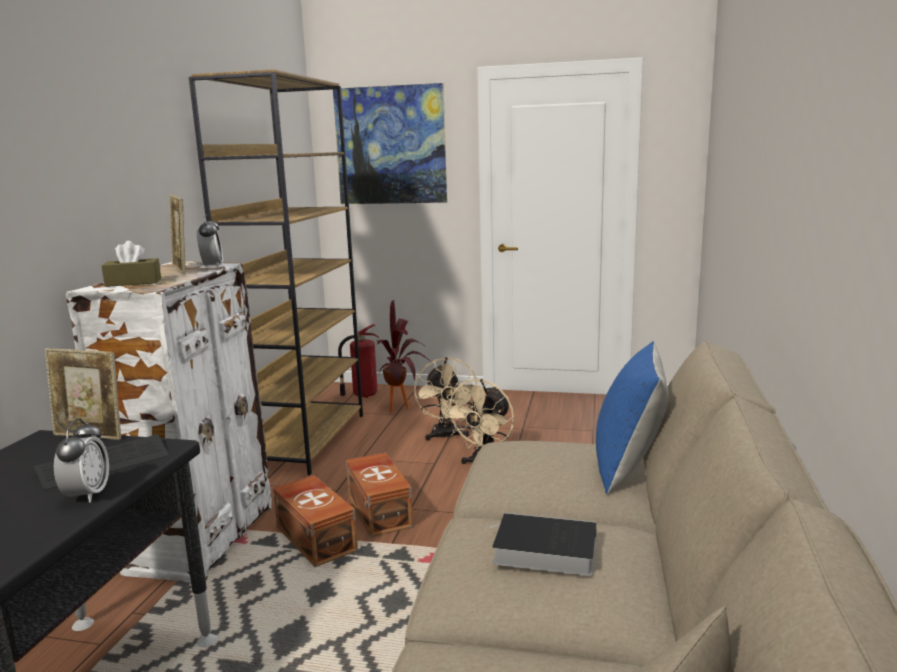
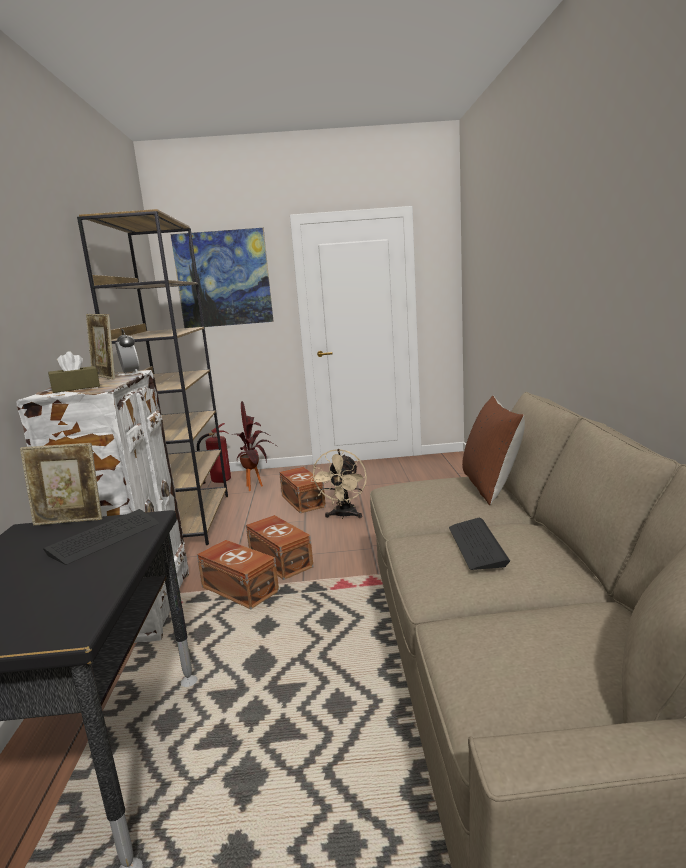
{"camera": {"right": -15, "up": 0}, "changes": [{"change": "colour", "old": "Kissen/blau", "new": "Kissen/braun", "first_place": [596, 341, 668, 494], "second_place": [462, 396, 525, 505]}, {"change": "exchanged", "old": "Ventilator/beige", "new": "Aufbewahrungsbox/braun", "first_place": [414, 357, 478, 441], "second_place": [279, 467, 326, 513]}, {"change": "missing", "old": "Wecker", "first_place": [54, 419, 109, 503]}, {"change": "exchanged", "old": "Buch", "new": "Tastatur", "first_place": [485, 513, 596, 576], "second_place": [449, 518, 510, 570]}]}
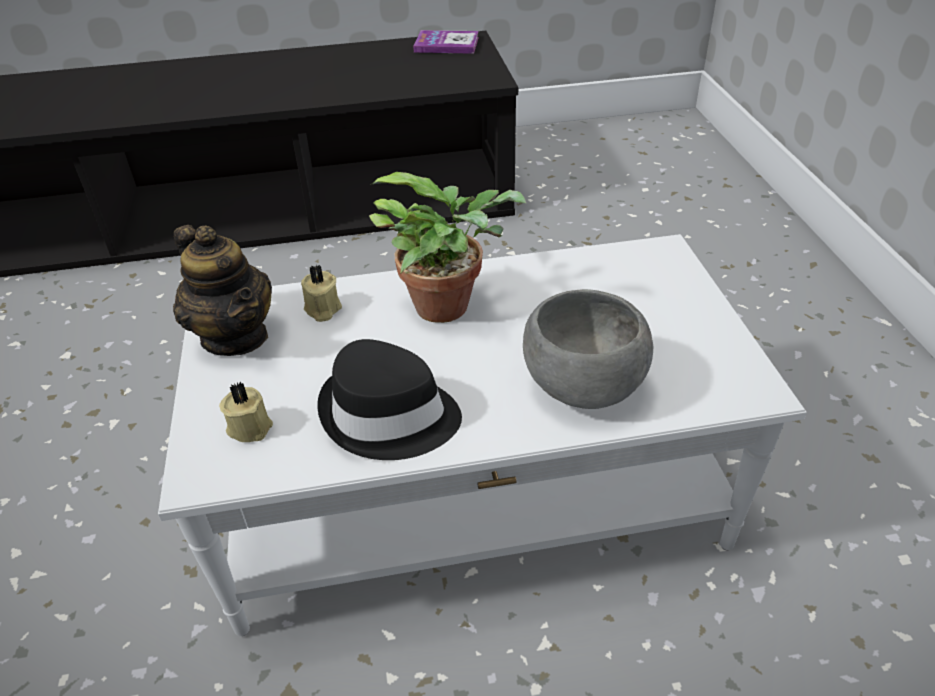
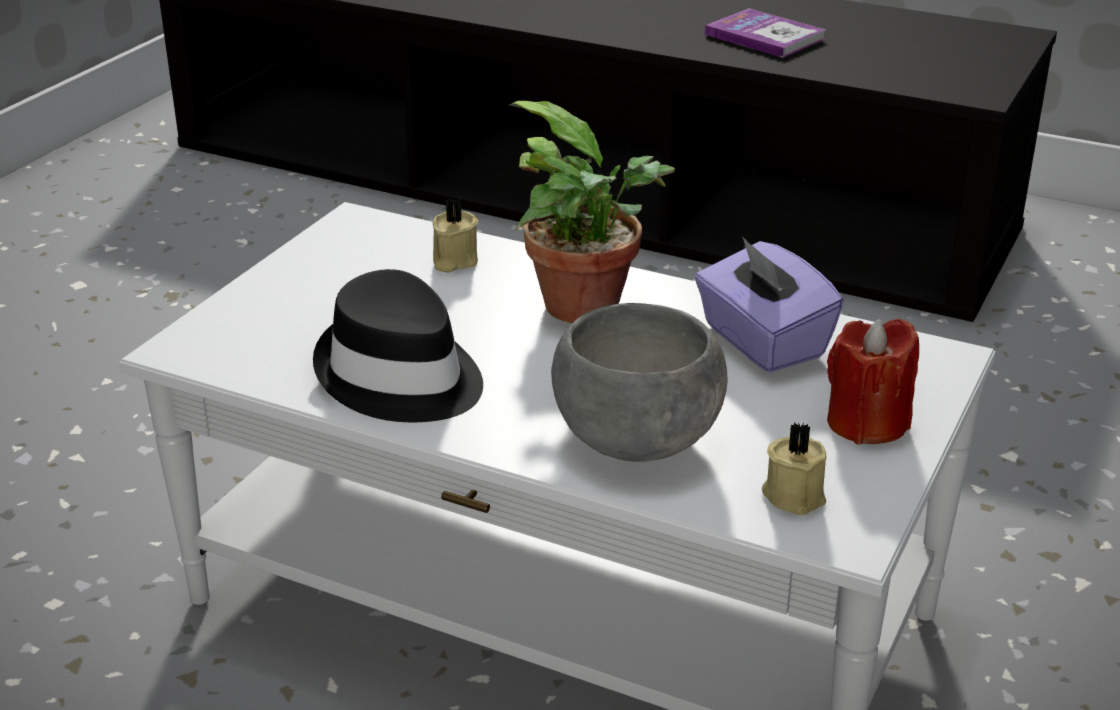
{"camera": {"right": 35, "up": -10}, "changes": [{"change": "relocated", "old": "Buch", "first_place": [413, 30, 479, 54], "second_place": [705, 8, 826, 58]}, {"change": "missing", "old": "Teekanne", "first_place": [173, 225, 272, 356]}, {"change": "relocated", "old": "Kerze/beige", "first_place": [219, 382, 273, 442], "second_place": [762, 423, 826, 515]}, {"change": "appeared", "new": "Taschentuchbox/lila", "second_place": [695, 236, 844, 373]}, {"change": "appeared", "new": "Kerze/rot", "second_place": [827, 319, 919, 445]}]}
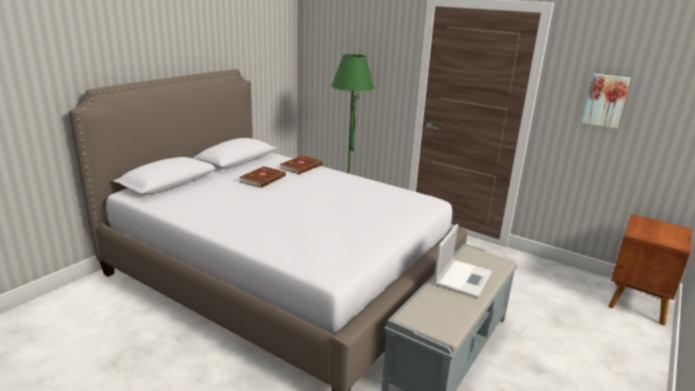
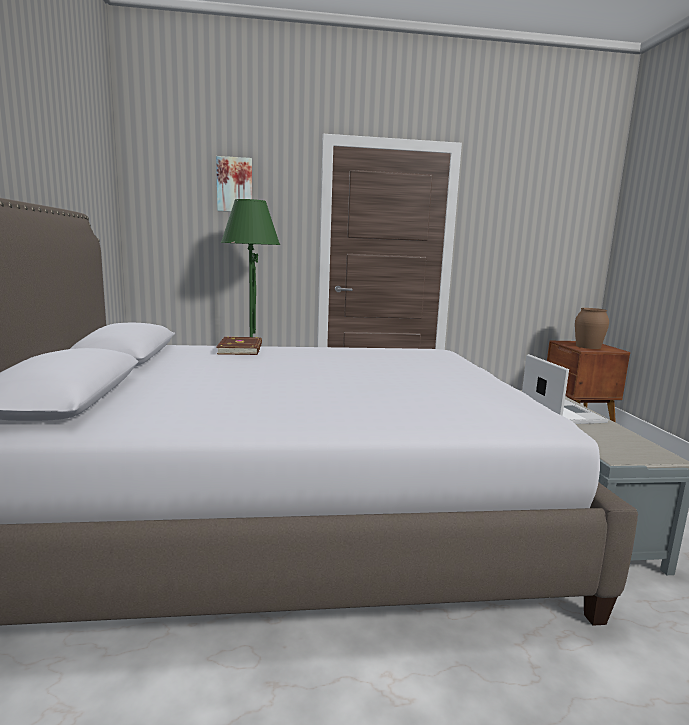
{"camera": {"right": -40, "up": -10}, "changes": [{"change": "relocated", "old": "Bild", "first_place": [582, 74, 631, 129], "second_place": [216, 156, 252, 212]}, {"change": "missing", "old": "Buch/braun", "first_place": [239, 166, 286, 188]}, {"change": "appeared", "new": "Vase/braun", "second_place": [575, 308, 609, 349]}]}
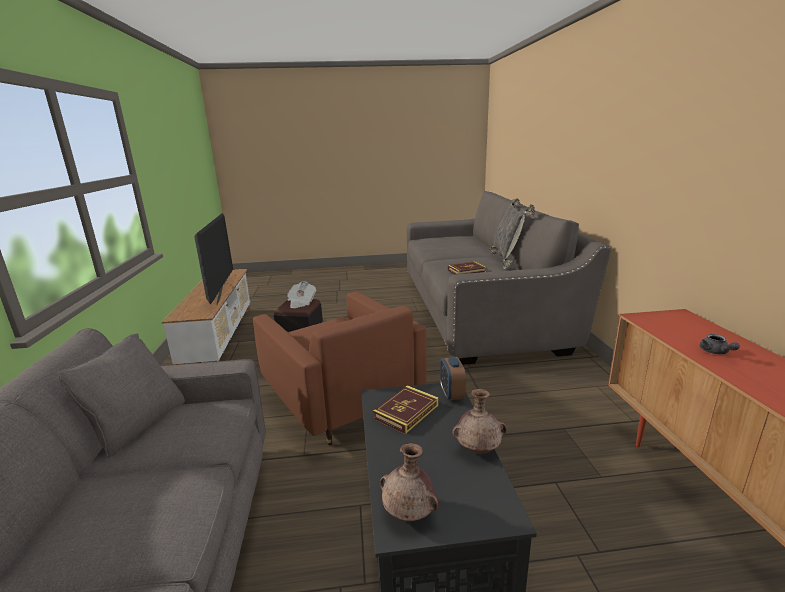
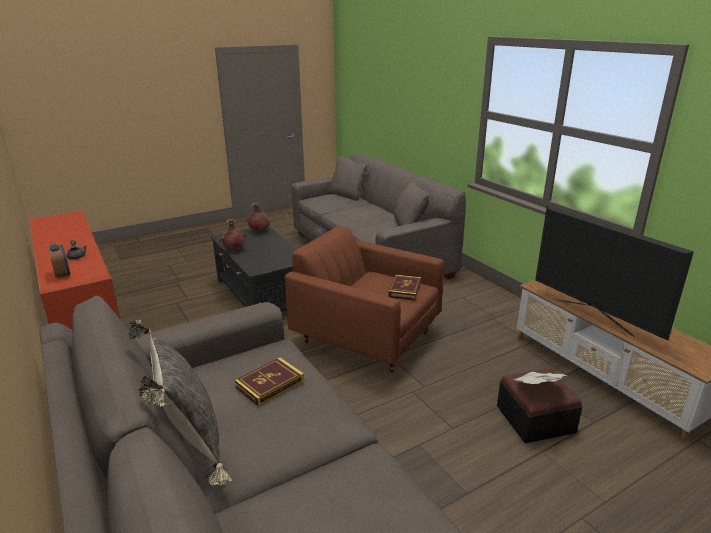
{"camera": {"right": 155, "up": 5}, "changes": [{"change": "relocated", "old": "Wecker", "first_place": [440, 356, 466, 400], "second_place": [47, 244, 70, 278]}, {"change": "relocated", "old": "Buch", "first_place": [373, 385, 439, 434], "second_place": [388, 275, 421, 300]}]}
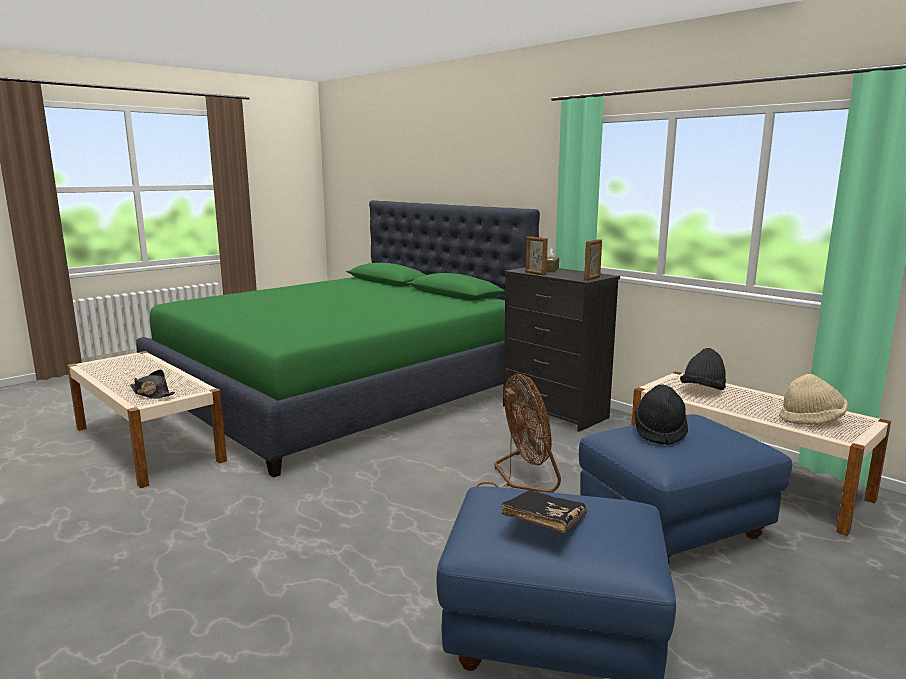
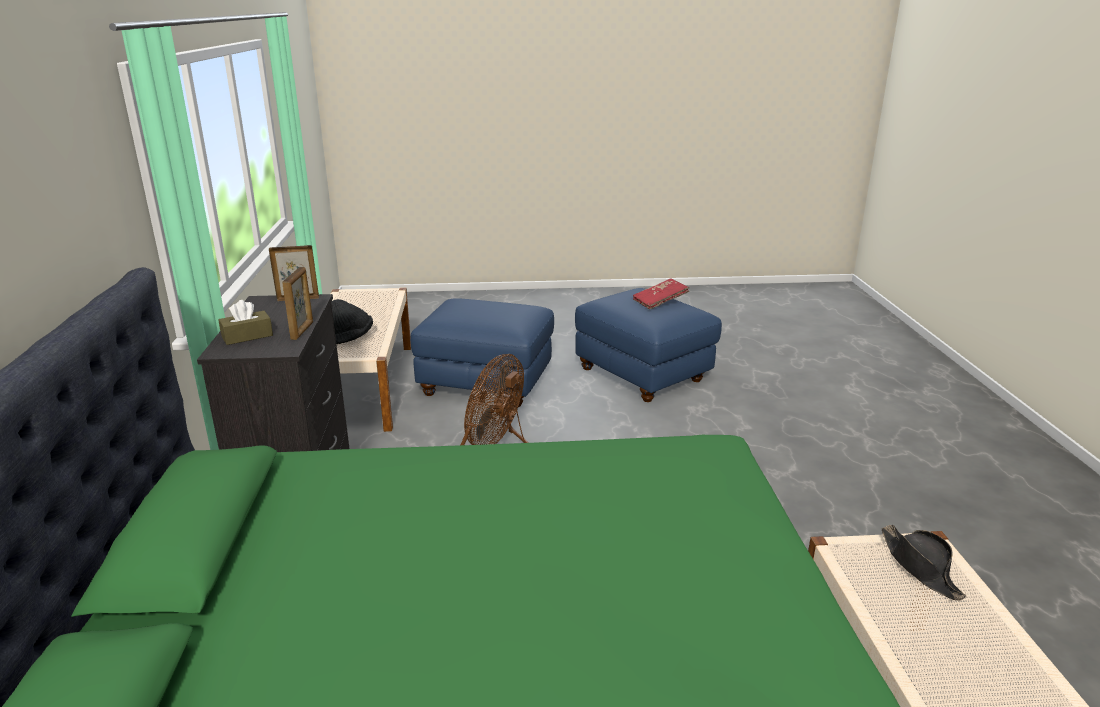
{"camera": {"right": -140, "up": 10}, "changes": [{"change": "missing", "old": "Hut/beige", "first_place": [779, 374, 848, 425]}, {"change": "missing", "old": "Hut/schwarz", "first_place": [635, 384, 688, 445]}, {"change": "colour", "old": "Buch/schwarz", "new": "Buch/rot", "first_place": [501, 490, 587, 533], "second_place": [633, 278, 689, 310]}]}
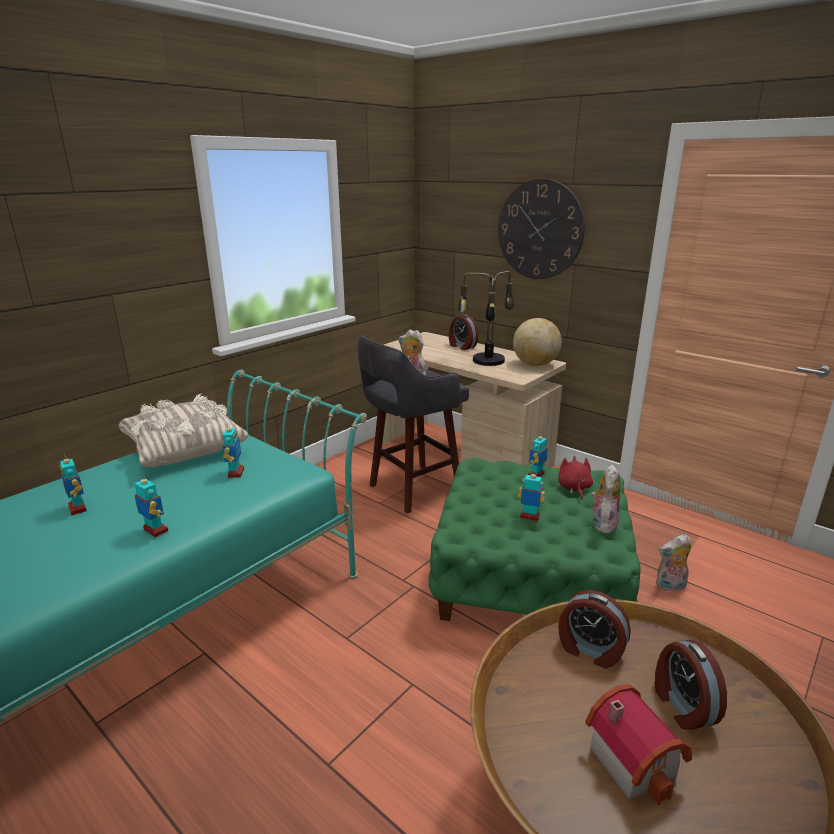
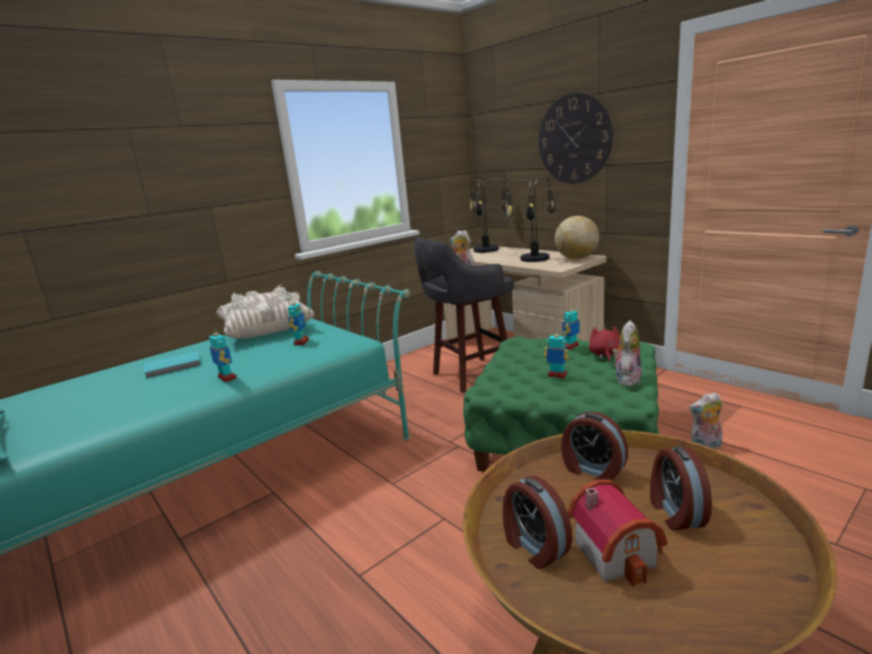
{"camera": {"right": 10, "up": -5}, "changes": [{"change": "relocated", "old": "Wecker", "first_place": [449, 314, 478, 350], "second_place": [503, 476, 572, 569]}, {"change": "exchanged", "old": "Spielzeugroboter", "new": "Buch/türkis", "first_place": [59, 454, 87, 515], "second_place": [144, 351, 201, 378]}, {"change": "appeared", "new": "Tischlampe", "second_place": [470, 179, 507, 253]}]}
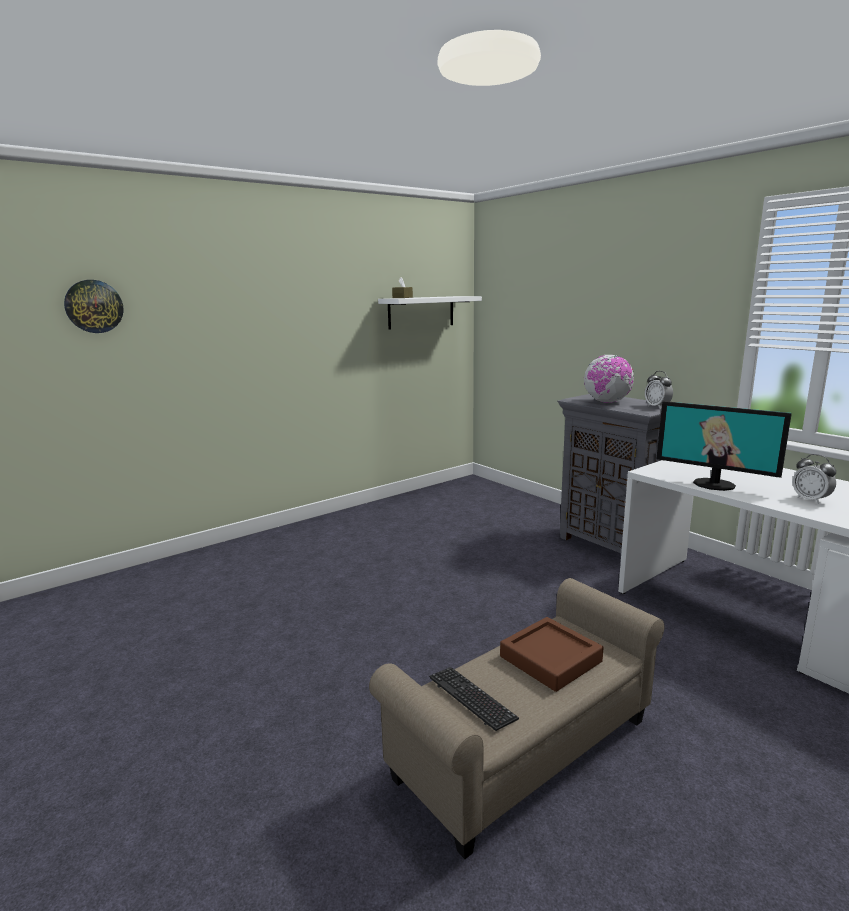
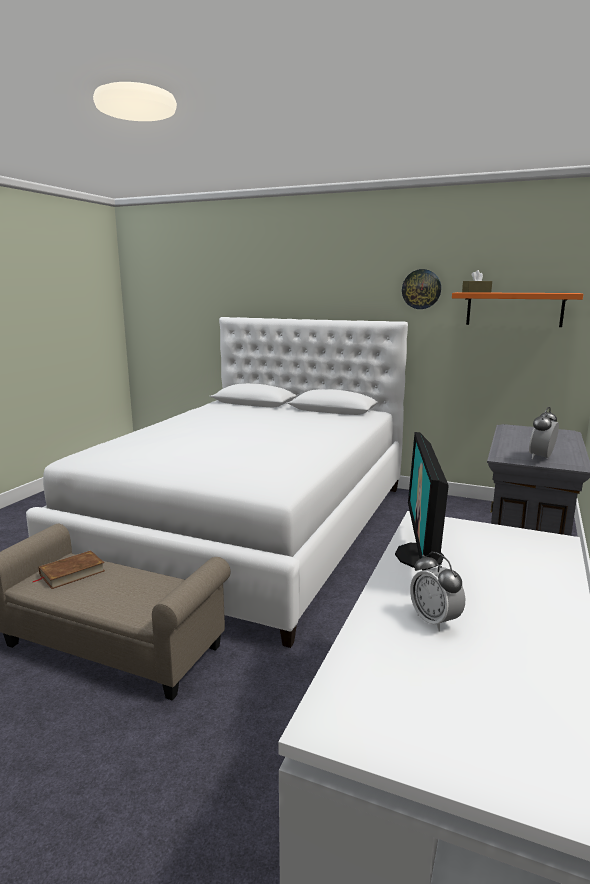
{"camera": {"right": 60, "up": 0}, "changes": [{"change": "relocated", "old": "Wanduhr", "first_place": [64, 280, 124, 333], "second_place": [402, 269, 441, 309]}, {"change": "colour", "old": "Wandregal/weiß", "new": "Wandregal/orange", "first_place": [378, 296, 482, 330], "second_place": [452, 292, 583, 327]}, {"change": "missing", "old": "Globus", "first_place": [584, 355, 634, 403]}, {"change": "spun", "old": "Wecker", "first_place": [793, 454, 836, 504], "second_place": [410, 552, 465, 631], "degrees": -60}, {"change": "missing", "old": "Tablett/braun", "first_place": [500, 617, 603, 692]}, {"change": "exchanged", "old": "Tastatur", "new": "Buch/braun", "first_place": [429, 667, 519, 731], "second_place": [33, 550, 105, 589]}, {"change": "appeared", "new": "Bett/weiß", "second_place": [26, 317, 408, 648]}]}
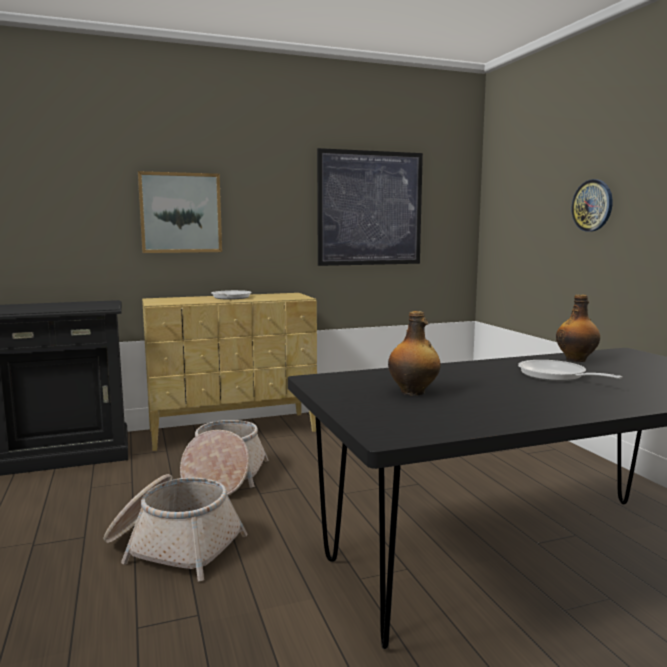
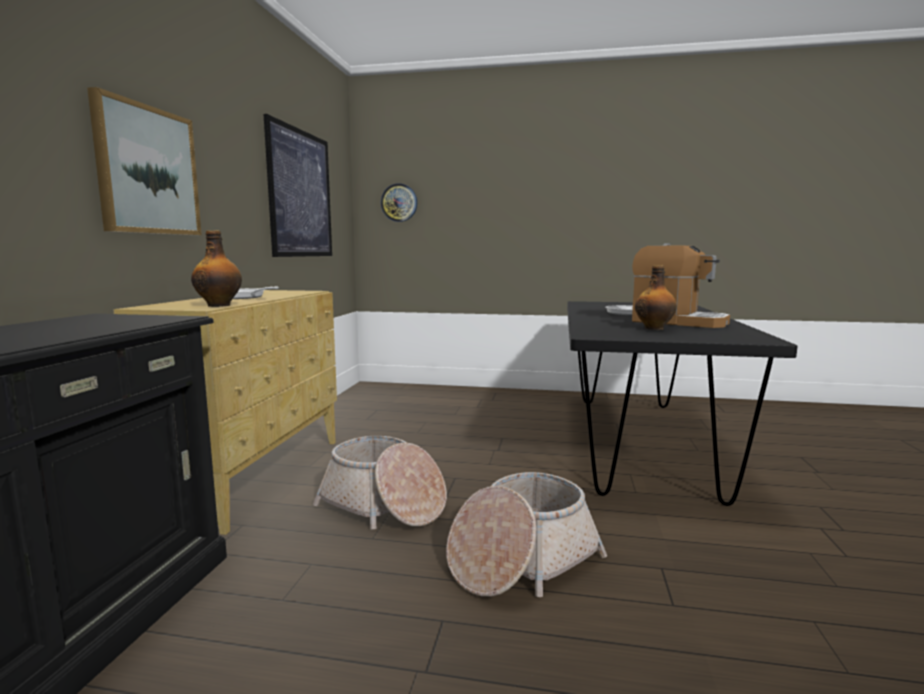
{"camera": {"right": -60, "up": 0}, "changes": [{"change": "relocated", "old": "Wanduhr", "first_place": [572, 179, 613, 232], "second_place": [381, 183, 417, 222]}, {"change": "relocated", "old": "Flasche", "first_place": [556, 294, 600, 362], "second_place": [191, 230, 242, 307]}, {"change": "appeared", "new": "Kaffeemaschine", "second_place": [632, 244, 730, 328]}]}
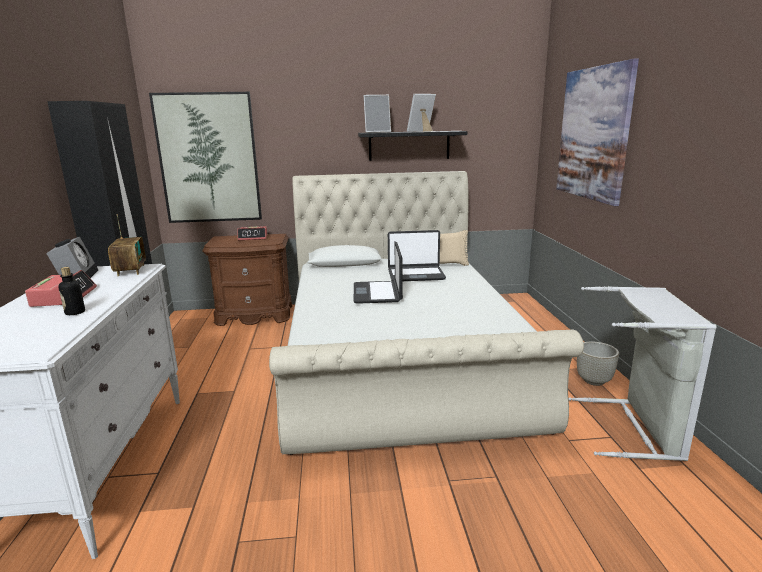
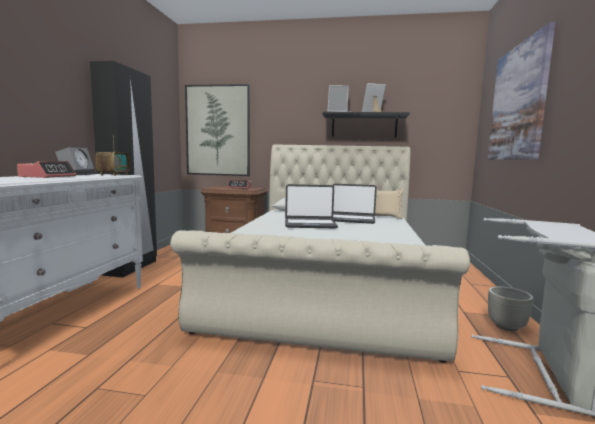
{"camera": {"right": 15, "up": -10}, "changes": [{"change": "spun", "old": "Laptop", "first_place": [354, 241, 403, 304], "second_place": [285, 184, 338, 228], "degrees": -105}, {"change": "missing", "old": "Flasche", "first_place": [58, 267, 85, 315]}]}
